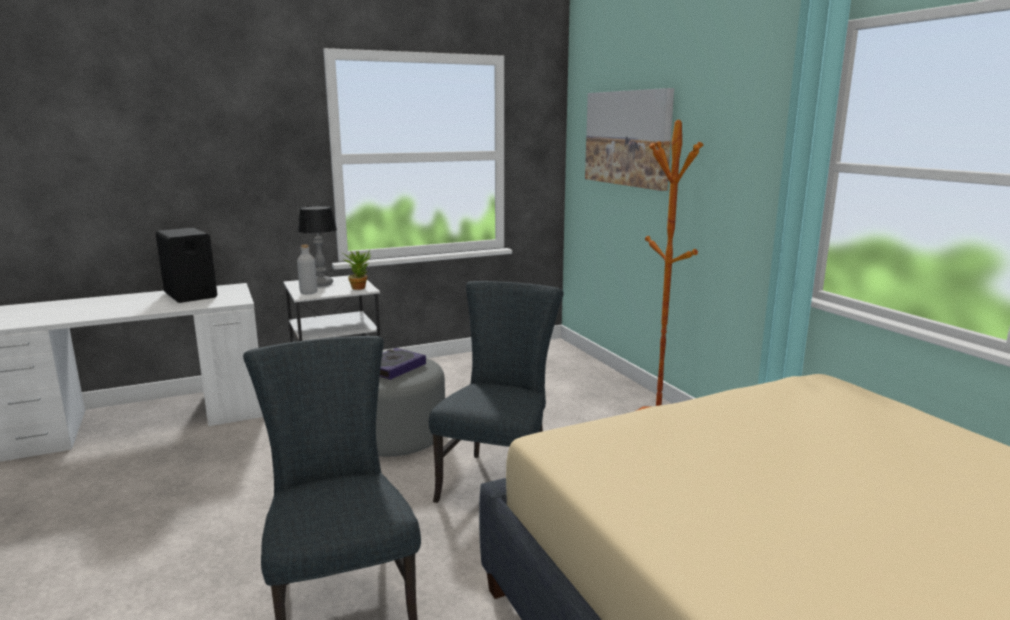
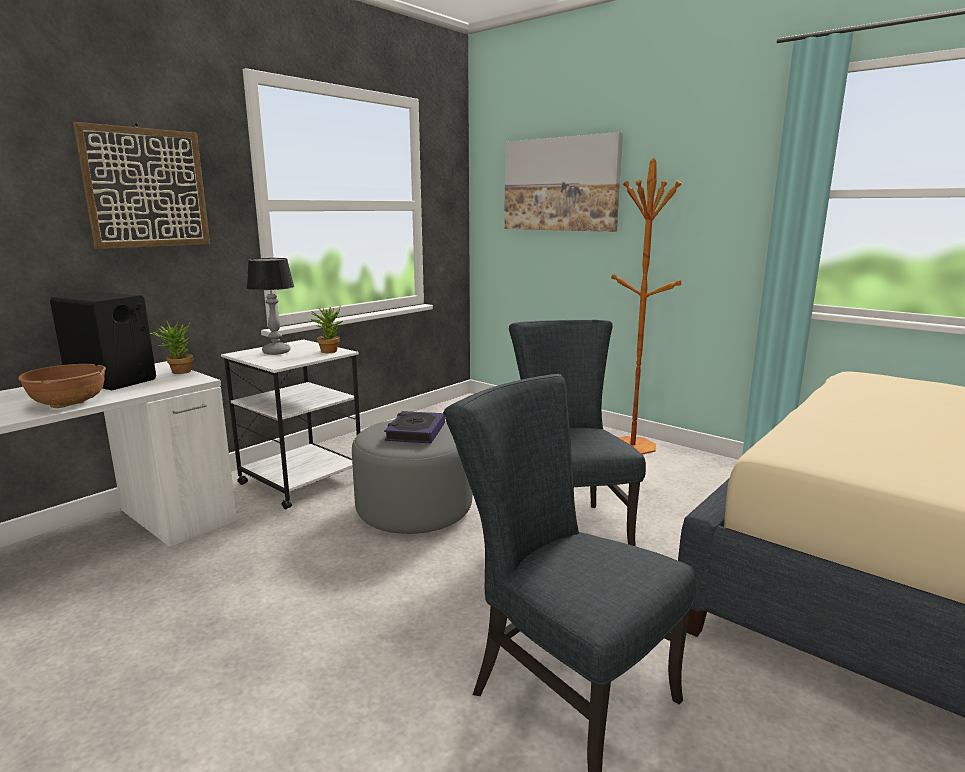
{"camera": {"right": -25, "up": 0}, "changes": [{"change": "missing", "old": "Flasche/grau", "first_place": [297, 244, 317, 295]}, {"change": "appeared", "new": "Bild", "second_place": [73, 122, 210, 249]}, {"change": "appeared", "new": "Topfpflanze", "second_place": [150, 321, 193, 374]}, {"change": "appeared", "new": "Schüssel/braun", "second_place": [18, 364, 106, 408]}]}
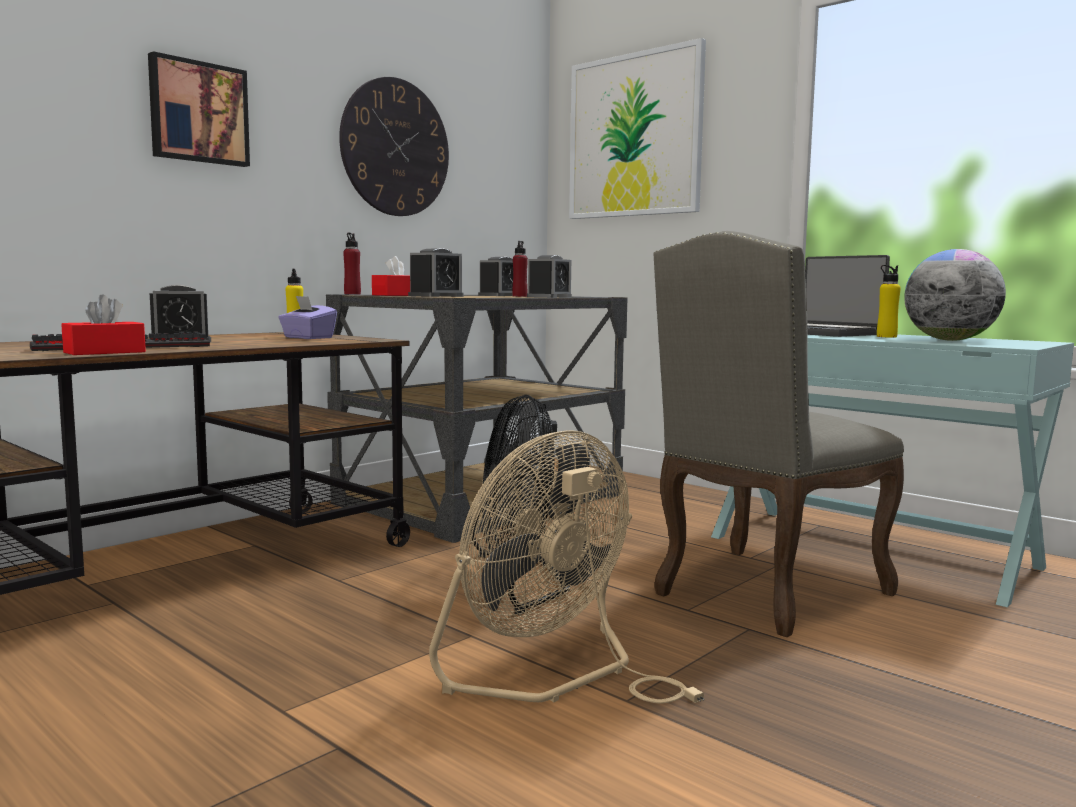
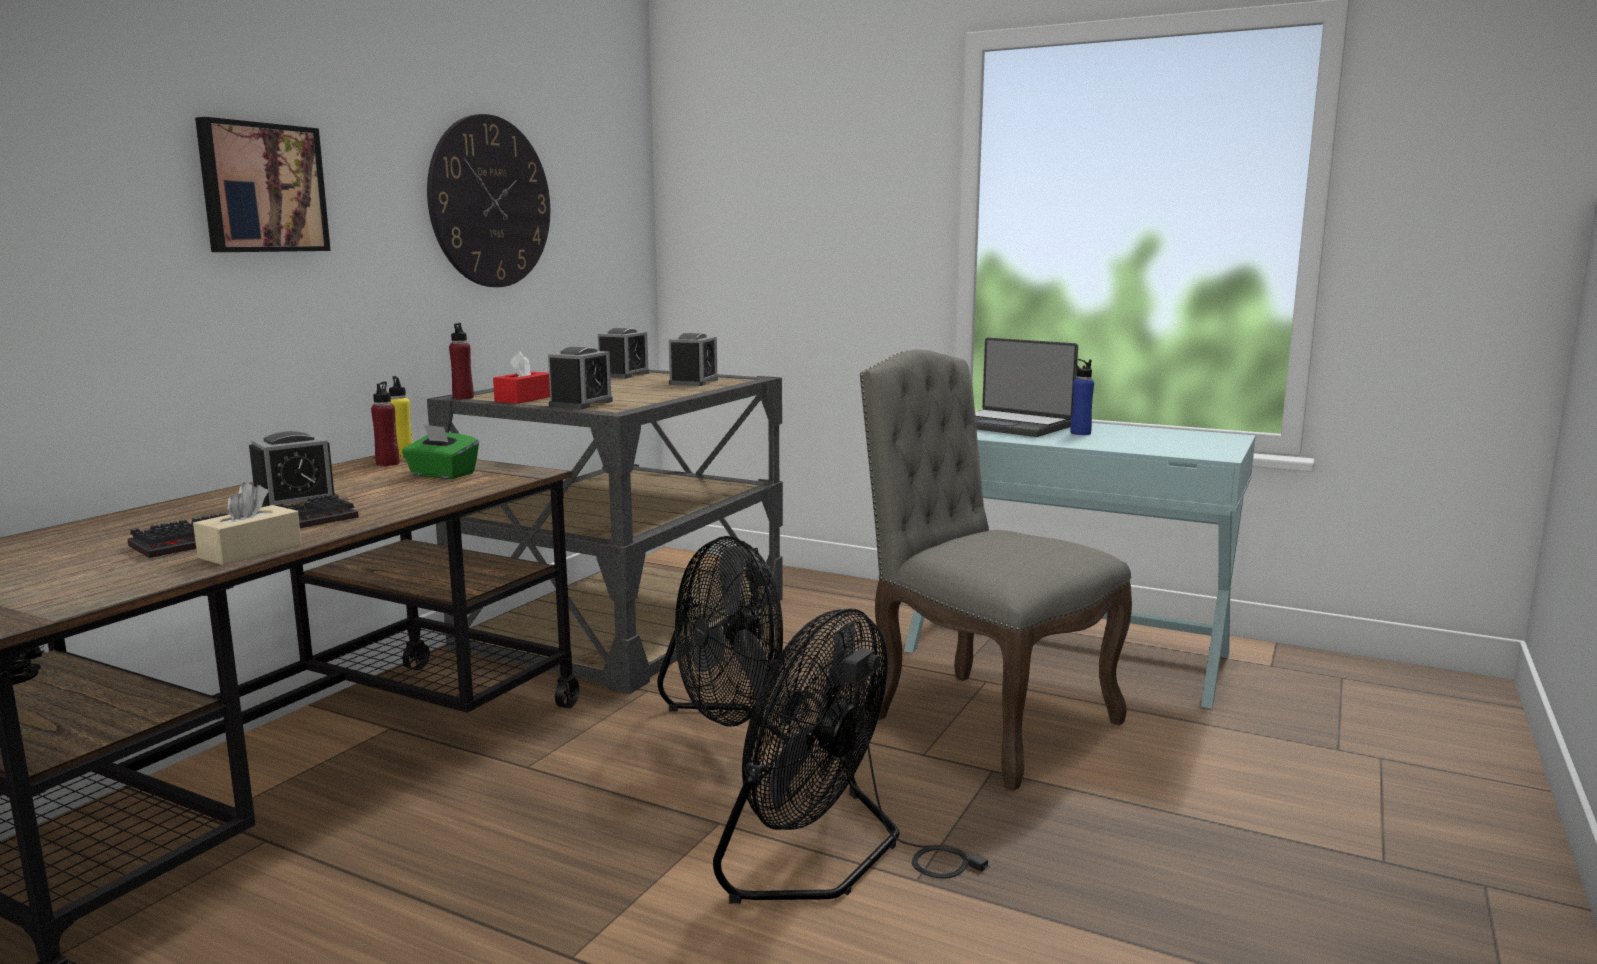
{"camera": {"right": -15, "up": 5}, "changes": [{"change": "missing", "old": "Bild", "first_place": [569, 38, 706, 219]}, {"change": "spun", "old": "Stuhl/grau", "first_place": [654, 231, 904, 637], "second_place": [860, 349, 1132, 791], "degrees": 105}, {"change": "relocated", "old": "Flasche/rot", "first_place": [512, 241, 528, 297], "second_place": [371, 381, 399, 466]}, {"change": "missing", "old": "Globus", "first_place": [904, 249, 1006, 341]}, {"change": "colour", "old": "Flasche/gelb", "new": "Flasche/blau", "first_place": [877, 265, 901, 338], "second_place": [1071, 359, 1094, 435]}, {"change": "colour", "old": "Taschentuchbox/rot", "new": "Taschentuchbox/beige", "first_place": [61, 294, 146, 355], "second_place": [193, 482, 302, 565]}, {"change": "colour", "old": "Taschentuchbox/lila", "new": "Taschentuchbox/grün", "first_place": [278, 296, 337, 339], "second_place": [402, 424, 479, 479]}, {"change": "colour", "old": "Ventilator/beige", "new": "Ventilator/schwarz", "first_place": [429, 430, 704, 704], "second_place": [713, 608, 990, 904]}]}
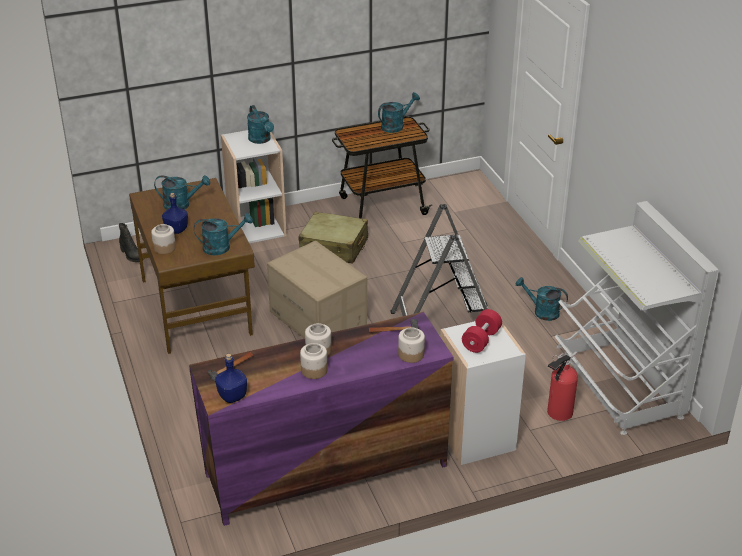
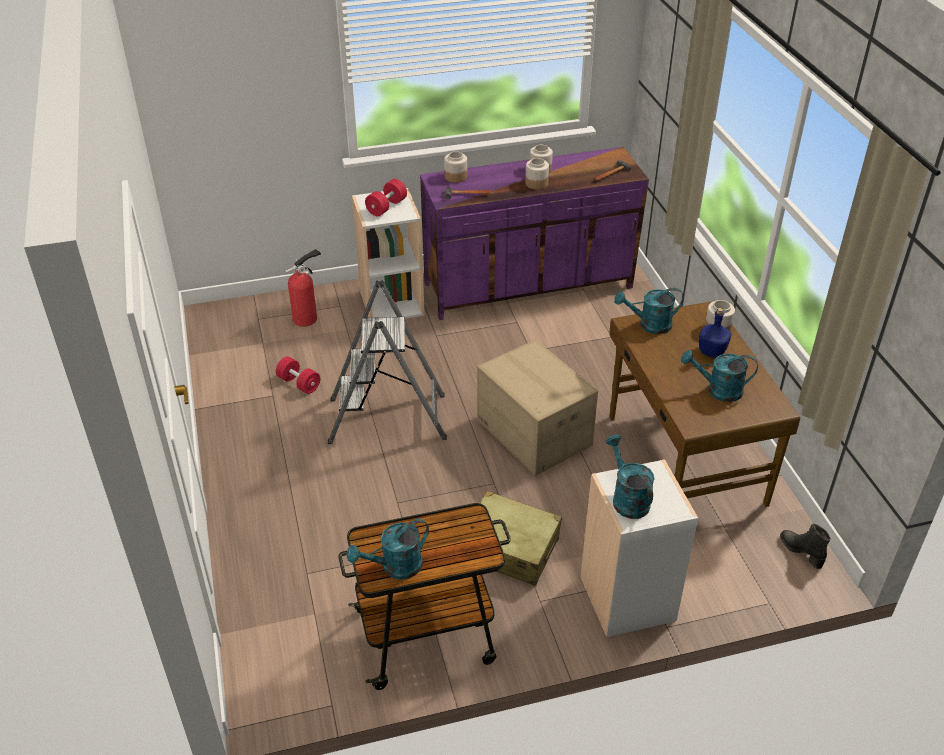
{"camera": {"right": -175, "up": 5}, "changes": [{"change": "missing", "old": "Schuhregal/weiß", "first_place": [555, 201, 719, 435]}, {"change": "missing", "old": "Gießkanne/türkis", "first_place": [515, 277, 568, 321]}, {"change": "missing", "old": "Flasche/blau", "first_place": [215, 354, 247, 403]}, {"change": "appeared", "new": "Hantel/rot", "second_place": [276, 356, 321, 394]}]}
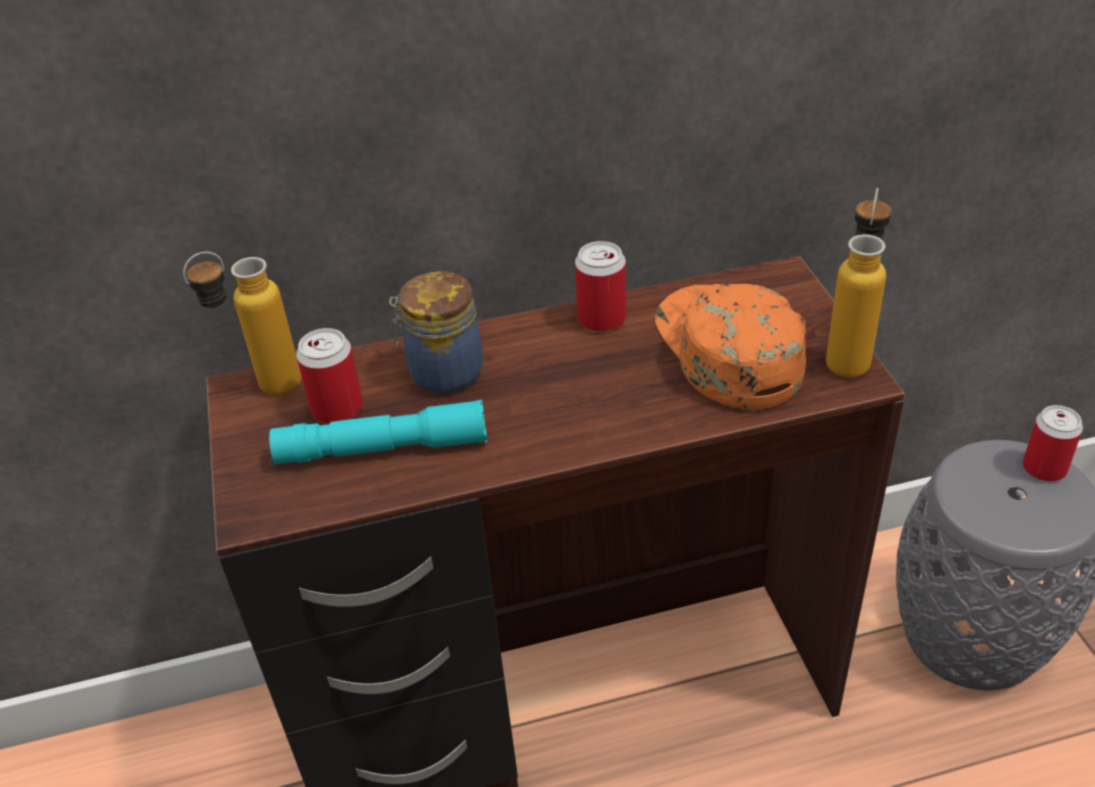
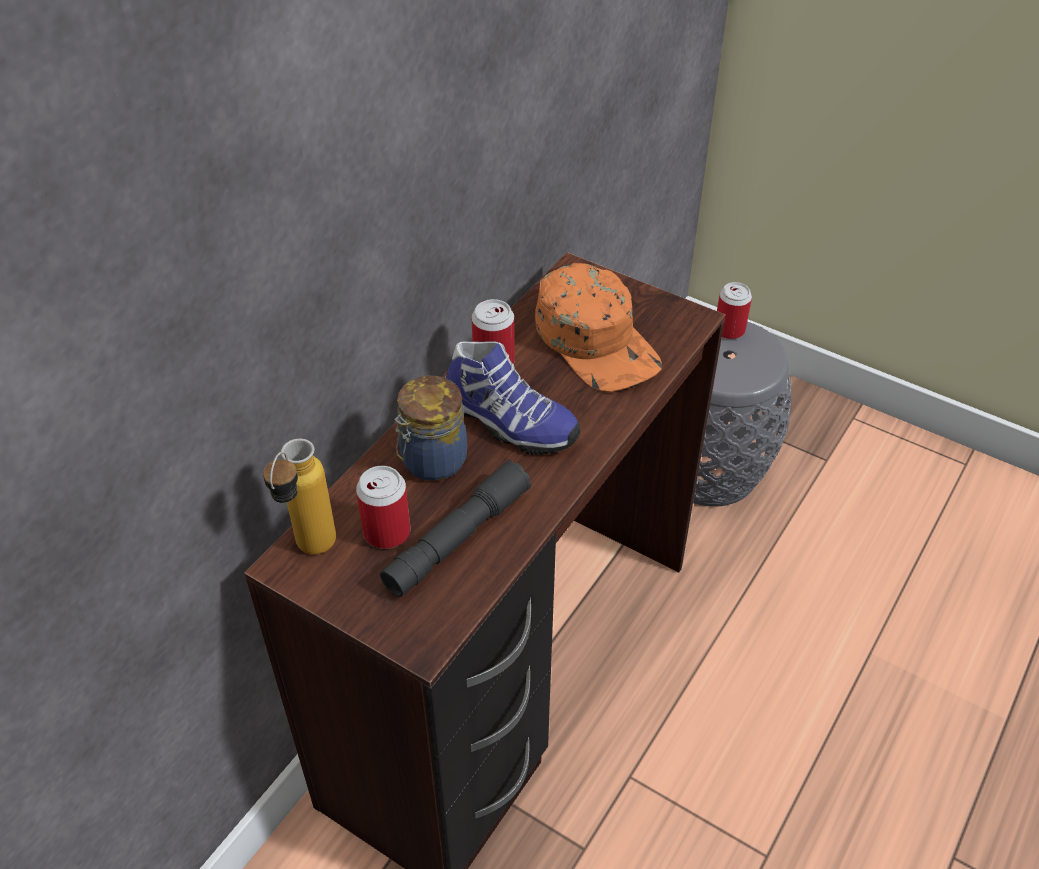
{"camera": {"right": -45, "up": 5}, "changes": [{"change": "missing", "old": "Flasche", "first_place": [826, 188, 891, 378]}, {"change": "spun", "old": "Kappe/orange", "first_place": [655, 283, 806, 409], "second_place": [535, 263, 662, 392], "degrees": -150}, {"change": "colour", "old": "Taschenlampe/türkis", "new": "Taschenlampe/grau", "first_place": [269, 400, 487, 464], "second_place": [380, 460, 531, 597]}, {"change": "appeared", "new": "Schuh", "second_place": [445, 341, 581, 455]}]}
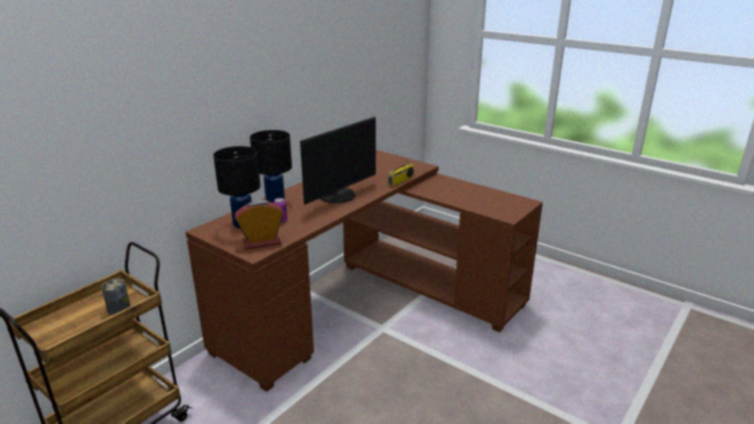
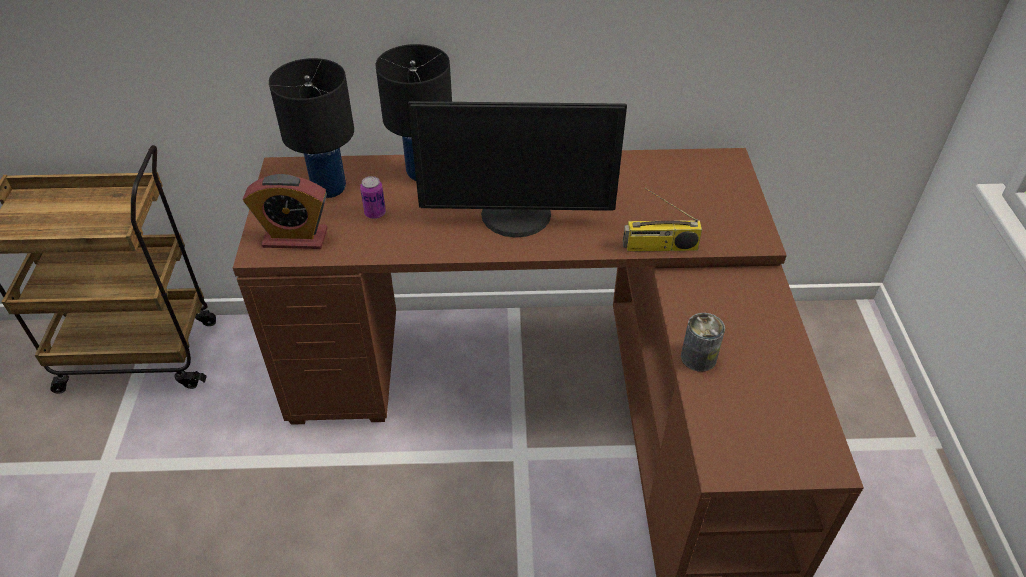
{"camera": {"right": 50, "up": 20}, "changes": [{"change": "spun", "old": "Wecker", "first_place": [235, 200, 284, 250], "second_place": [243, 174, 327, 249], "degrees": 150}, {"change": "relocated", "old": "Dose", "first_place": [101, 279, 130, 315], "second_place": [681, 313, 725, 372]}]}
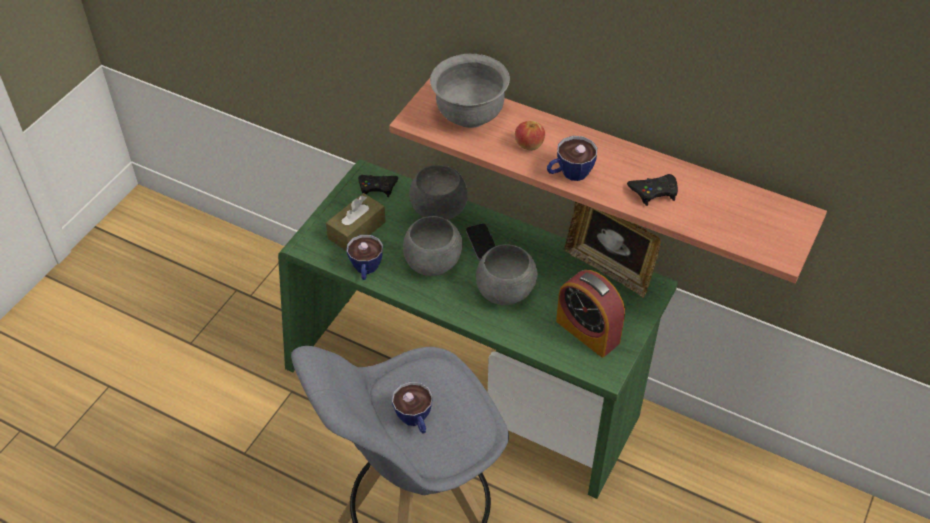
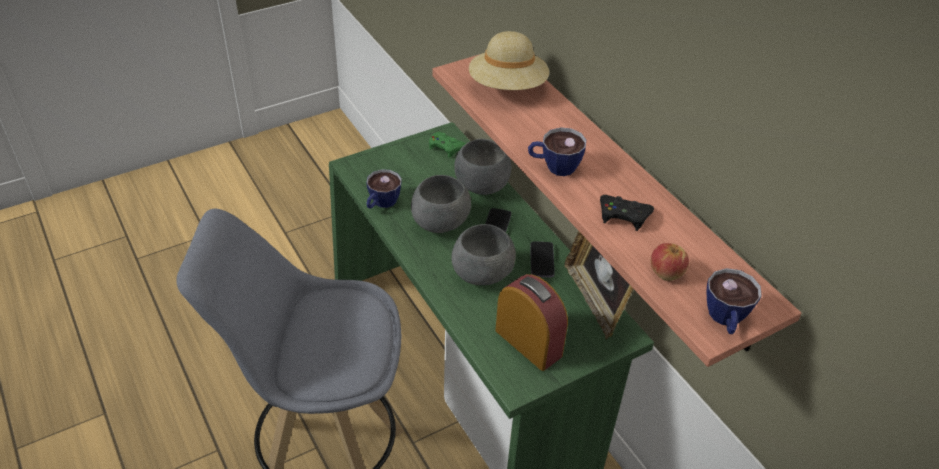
{"camera": {"right": 30, "up": -5}, "changes": [{"change": "exchanged", "old": "Schüssel/grau", "new": "Hut/beige", "first_place": [430, 54, 510, 128], "second_place": [469, 31, 549, 90]}, {"change": "relocated", "old": "Apfel", "first_place": [515, 121, 545, 151], "second_place": [650, 243, 689, 281]}, {"change": "colour", "old": "Gamepad/schwarz", "new": "Gamepad/grün", "first_place": [358, 175, 398, 197], "second_place": [429, 132, 466, 158]}, {"change": "missing", "old": "Taschentuchbox/braun", "first_place": [326, 193, 386, 251]}, {"change": "spun", "old": "Wecker", "first_place": [556, 270, 625, 357], "second_place": [495, 274, 568, 371], "degrees": 150}, {"change": "relocated", "old": "Tasse", "first_place": [392, 382, 433, 434], "second_place": [706, 268, 762, 334]}, {"change": "appeared", "new": "Handy", "second_place": [530, 241, 555, 278]}]}
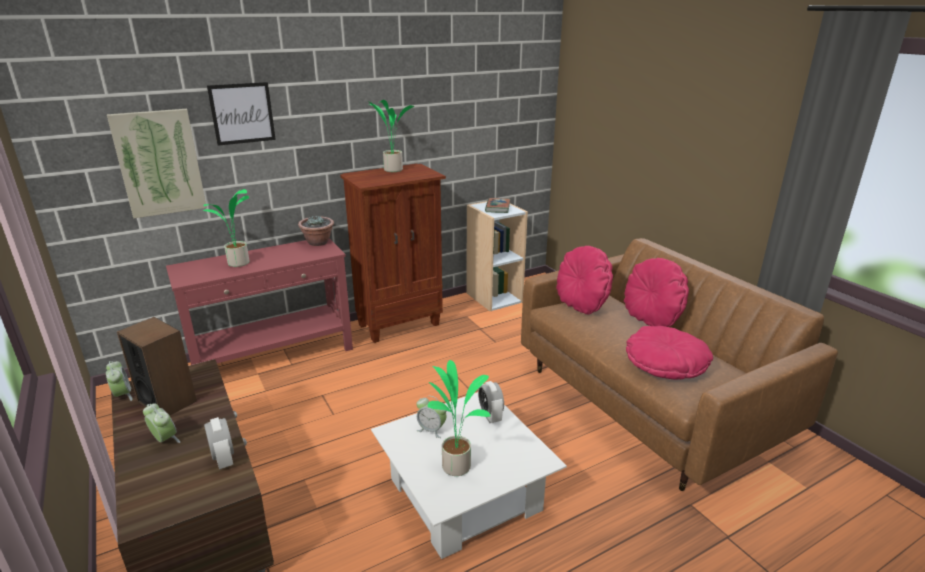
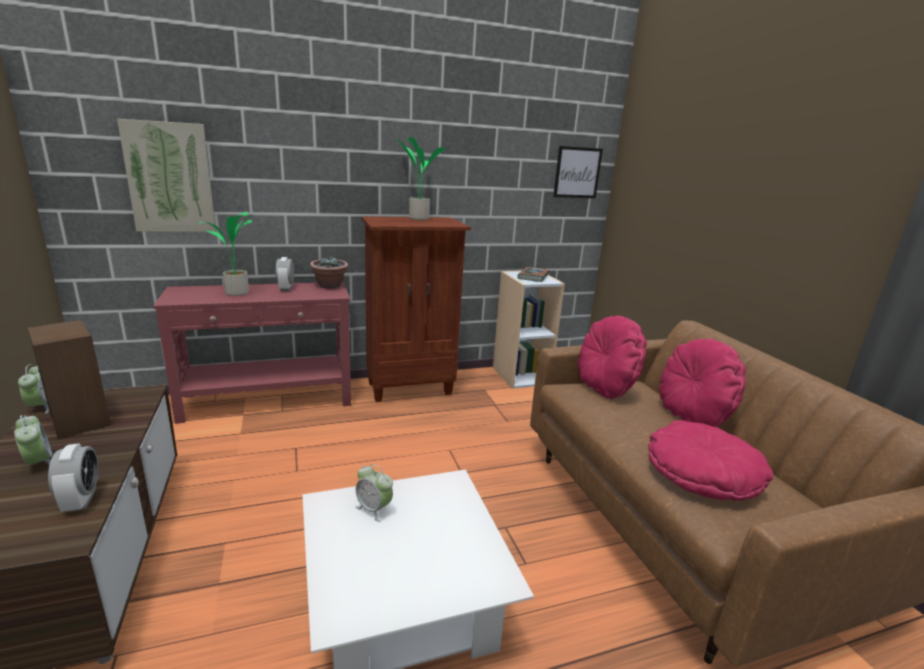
{"camera": {"right": 10, "up": -5}, "changes": [{"change": "relocated", "old": "Bild", "first_place": [207, 82, 276, 146], "second_place": [553, 146, 603, 198]}, {"change": "missing", "old": "Topfpflanze", "first_place": [428, 360, 491, 476]}, {"change": "relocated", "old": "Wecker", "first_place": [478, 381, 504, 423], "second_place": [276, 257, 294, 291]}]}
